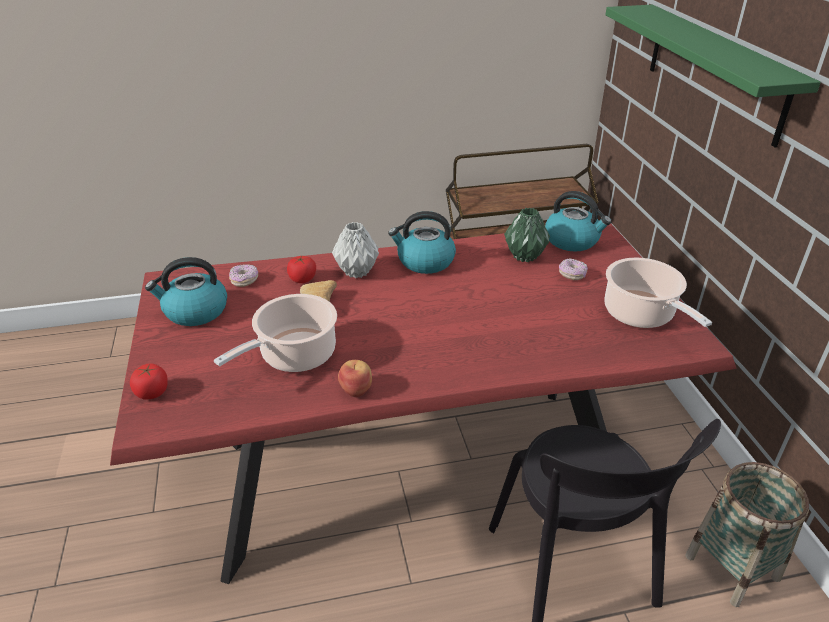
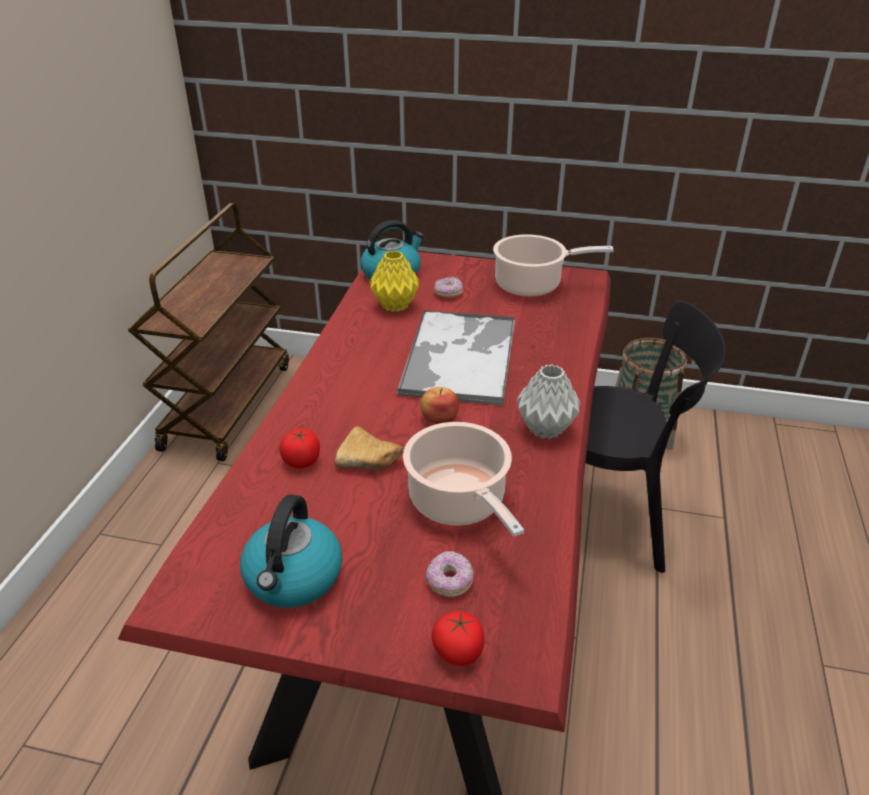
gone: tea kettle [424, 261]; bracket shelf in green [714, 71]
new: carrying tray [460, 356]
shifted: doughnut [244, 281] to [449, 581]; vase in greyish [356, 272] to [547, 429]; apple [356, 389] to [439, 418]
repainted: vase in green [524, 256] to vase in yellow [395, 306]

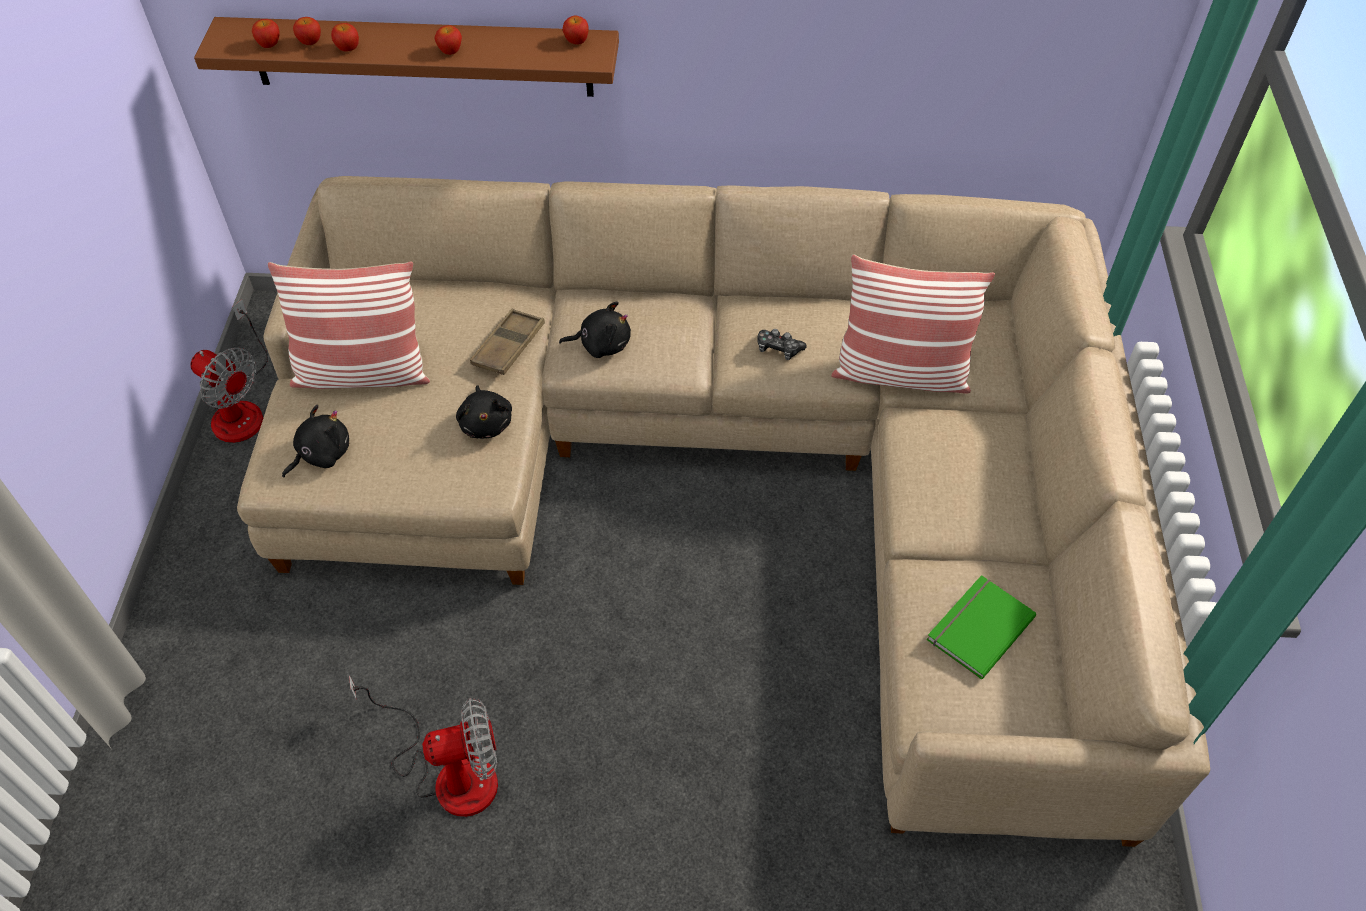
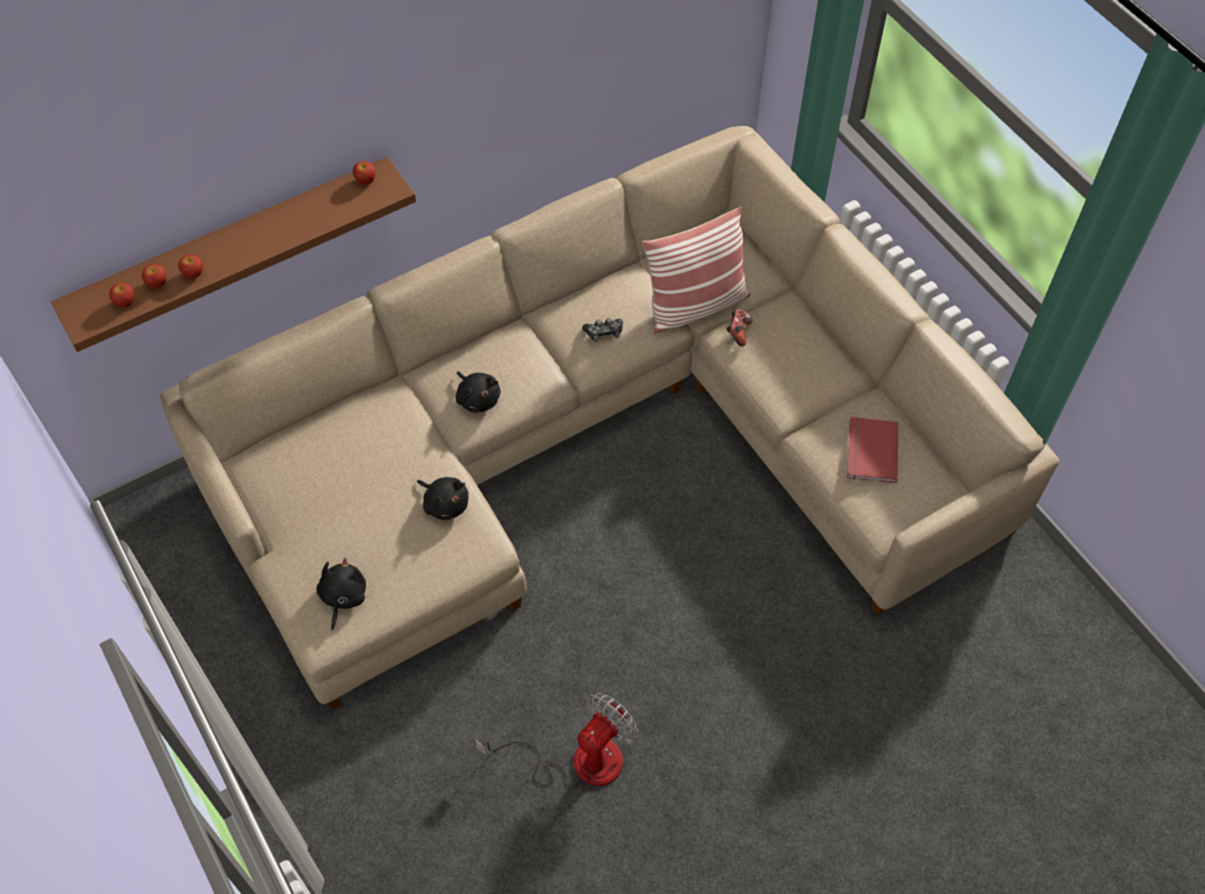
gone: cooling fan [241, 407]; pillow [362, 373]; apple [450, 51]; carrying tray in brown [508, 346]
new: game controller [738, 332]
repainted: volume in green [977, 627] to volume in red-coloured [869, 452]
rotated: plush toy in black-coloured [601, 344] = [477, 398] 90 degrees clockwise

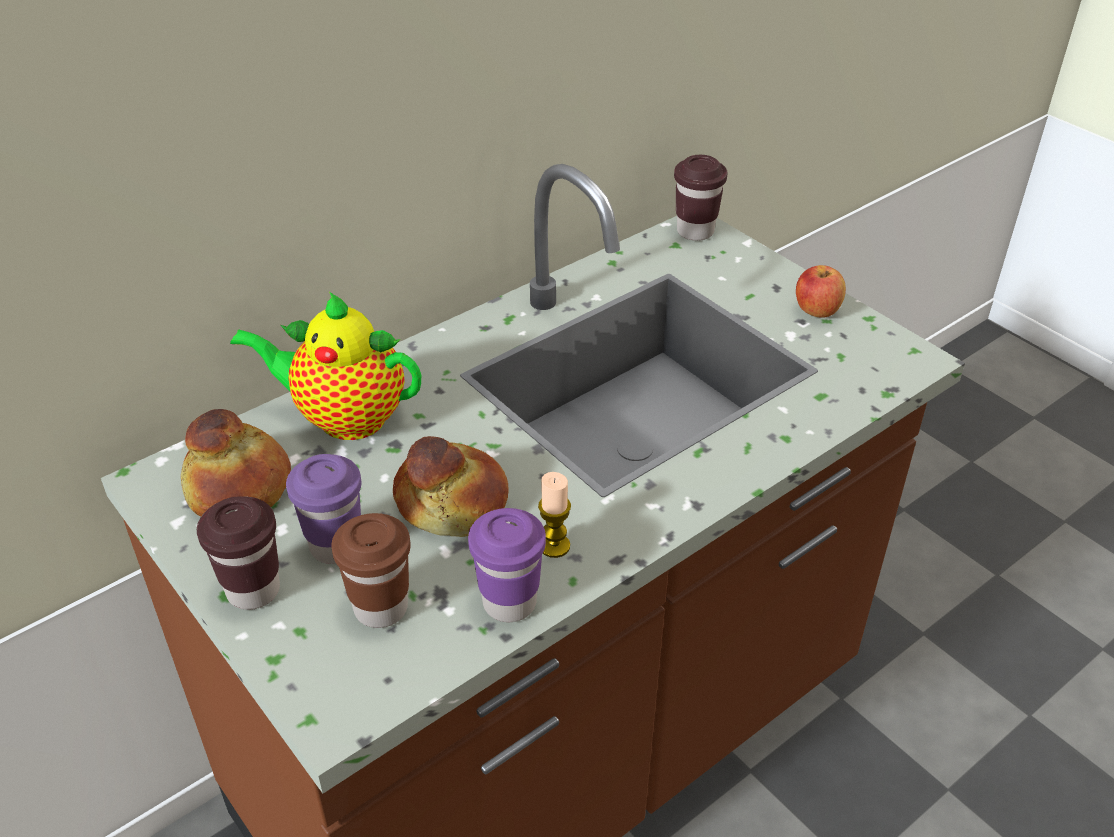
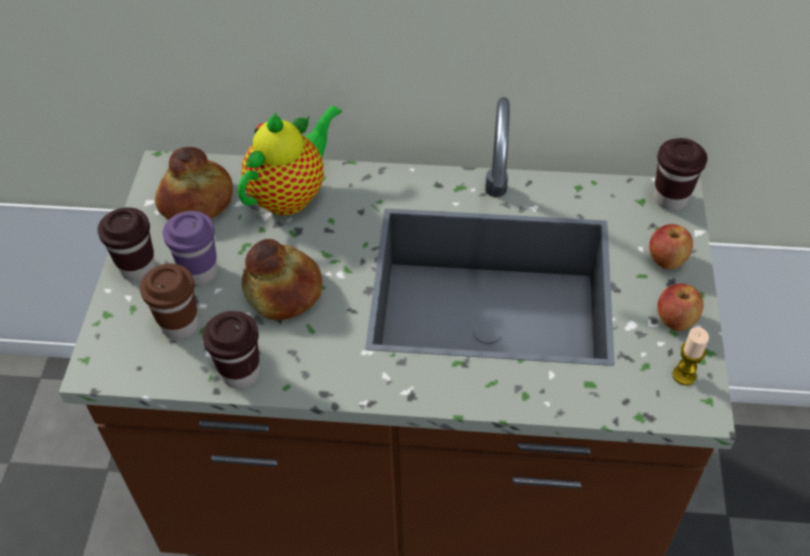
new: apple [666, 260]
shifted: wax light [554, 546] to [684, 375]
repainted: cup in purple-coloured [509, 602] to cup in brown [240, 373]
rotated: teapot [344, 417] = [291, 194] 75 degrees clockwise

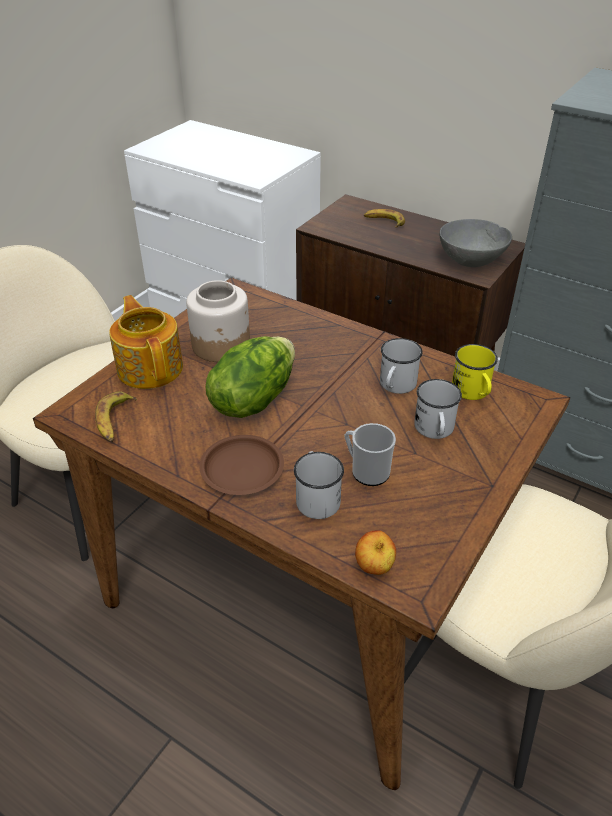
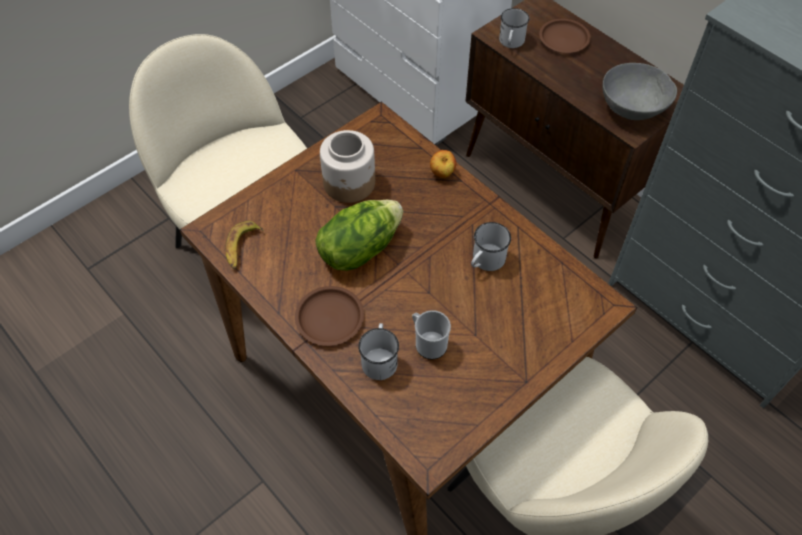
gone: teapot [150, 367]; coffee mug in yellow [473, 392]
shifted: apple [374, 567] to [442, 173]; coffee mug in white [434, 430] to [511, 43]
swapped: banana fruit [384, 222] to dinner plate in brown [564, 39]

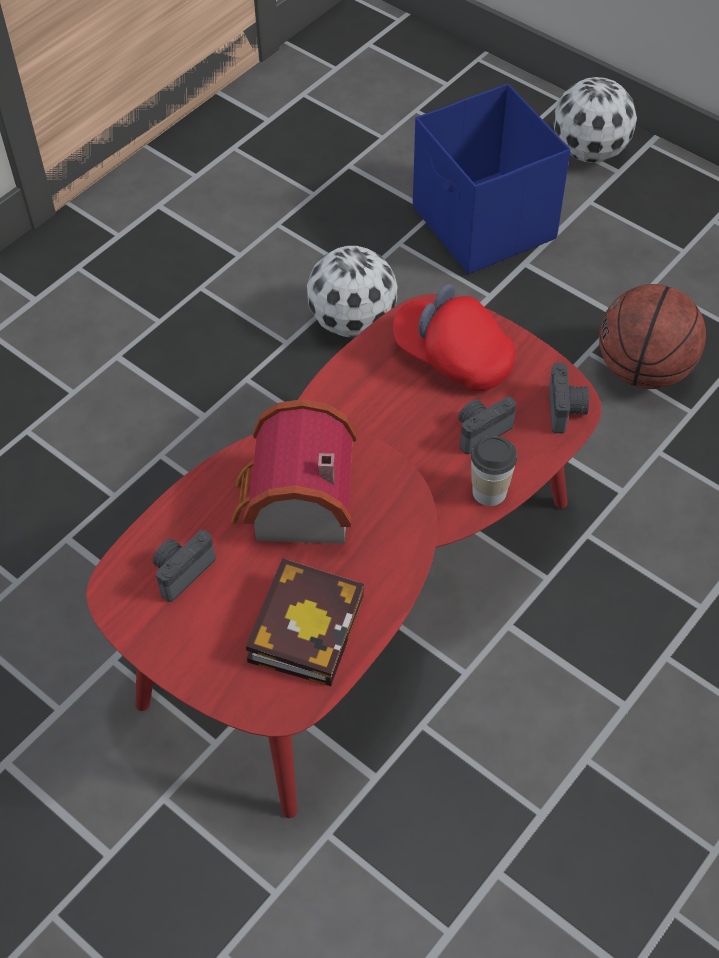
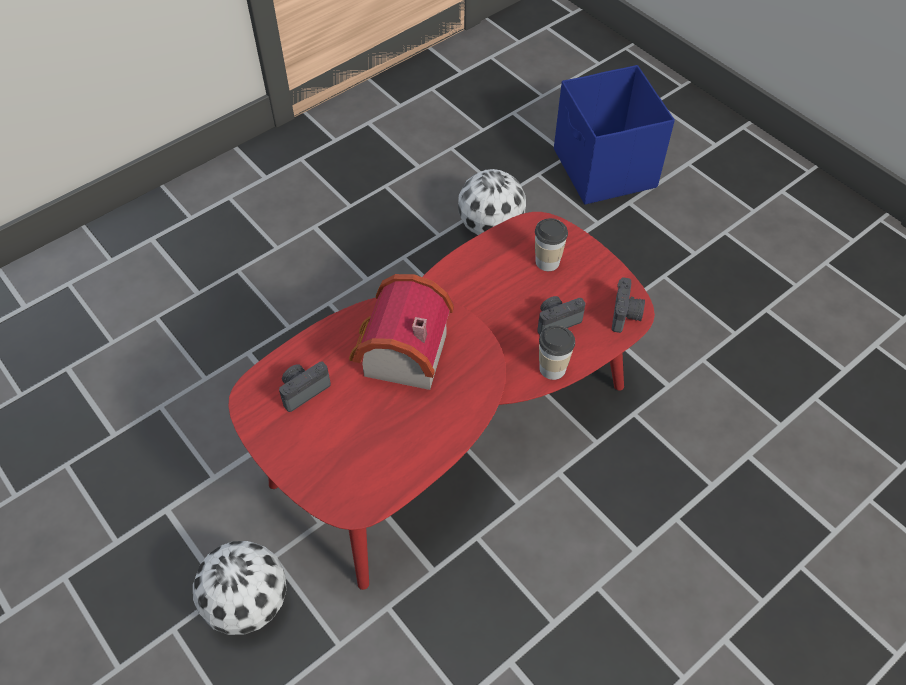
gone: volume [306, 623]; basketball [643, 370]
shifted: football [589, 153] to [247, 604]
swapped: peaked cap in red-coloured [452, 357] to cup [547, 262]

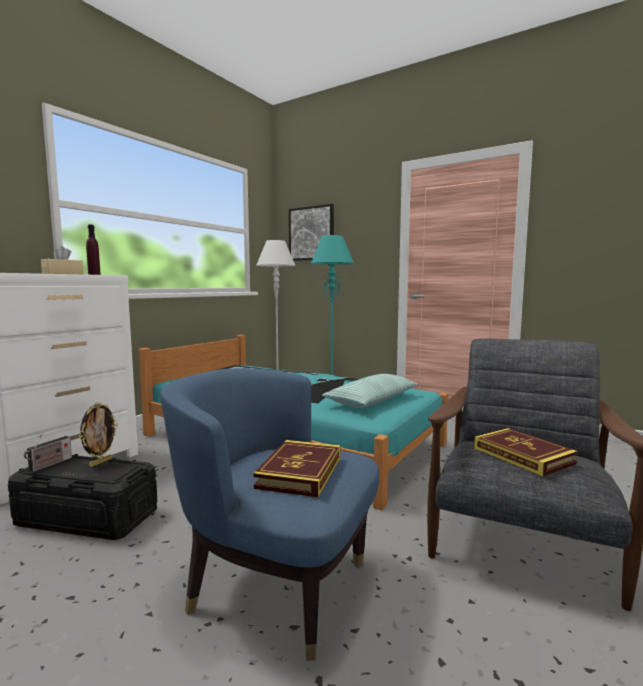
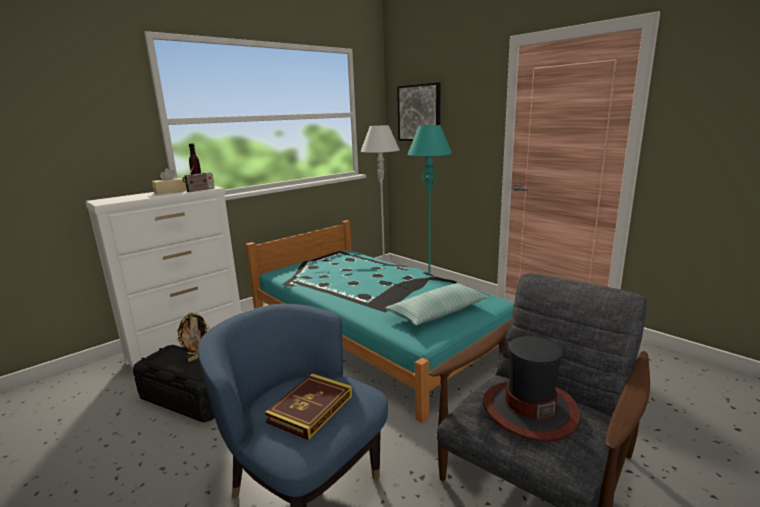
shifted: radio receiver [49, 465] to [199, 190]
swapped: volume [523, 456] to wearable hat [529, 409]

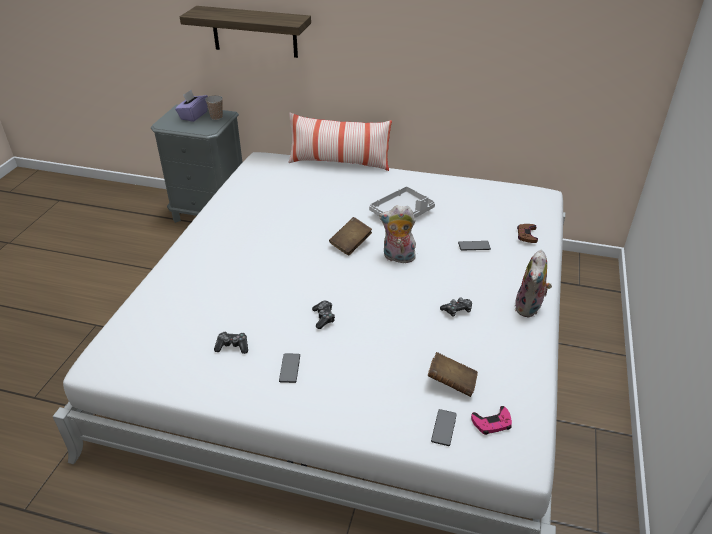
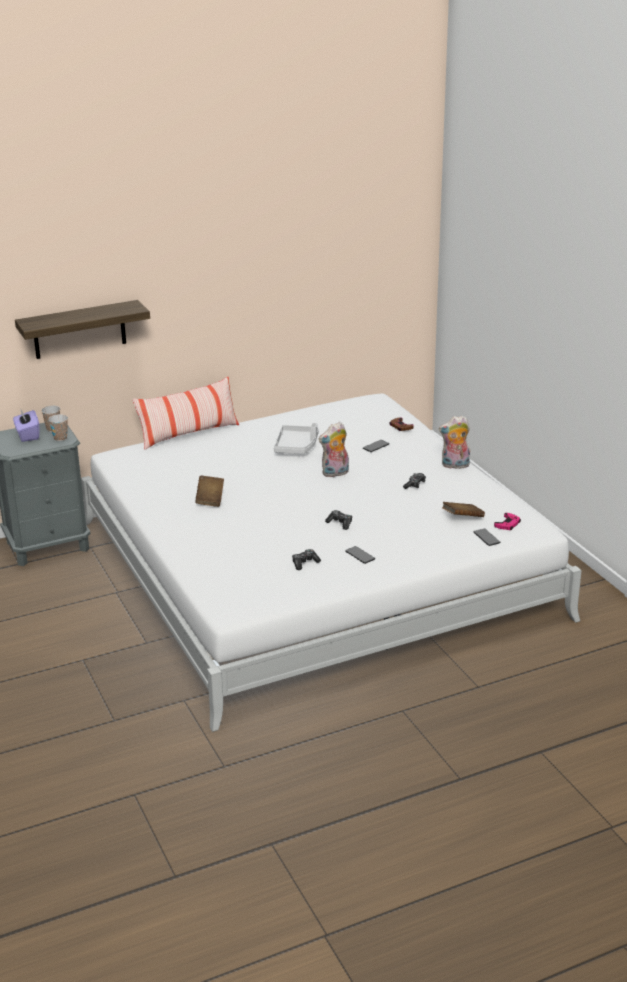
new: cup [60, 438]
shifted: volume in brown [351, 244] to [210, 499]
rotated: plush toy [529, 308] = [455, 466] 105 degrees clockwise

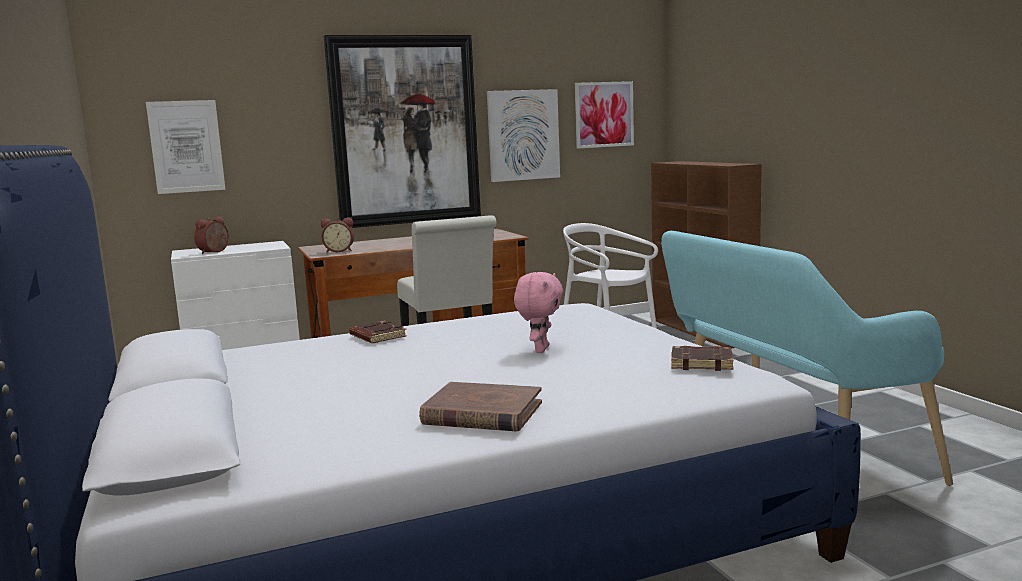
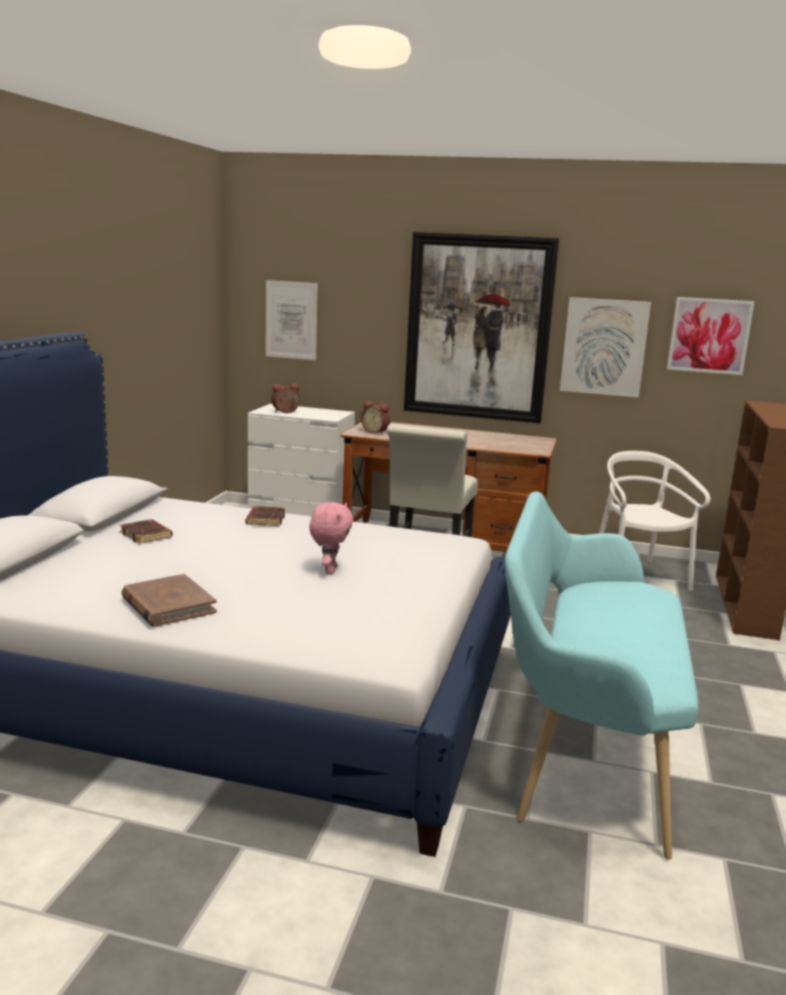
shifted: volume in brown [702, 363] to [147, 535]
rotated: plush toy in pink-coloured [540, 350] = [329, 570] 45 degrees counterclockwise

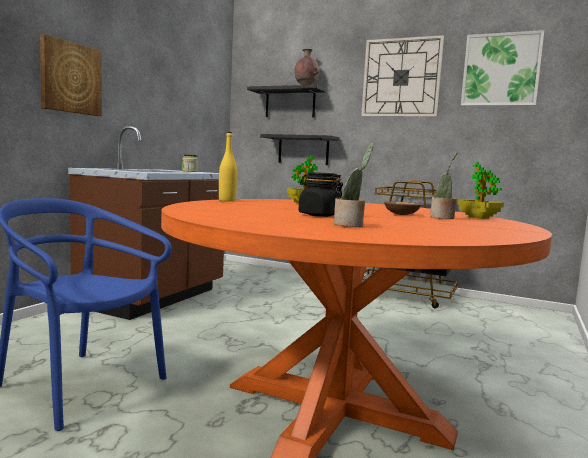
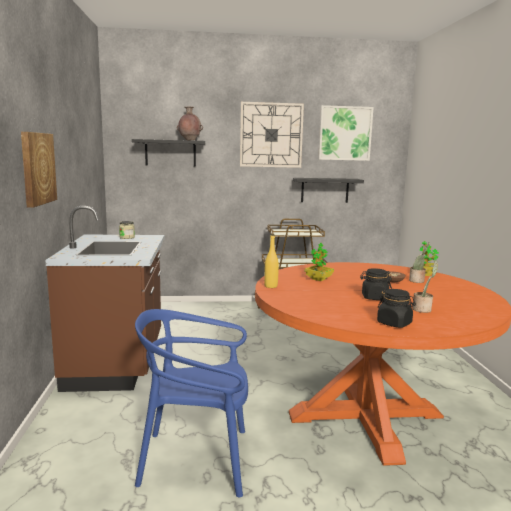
new: storage jar in black-coloured [394, 323]
shifted: bracket shelf in black-coloured [303, 150] to [324, 190]

